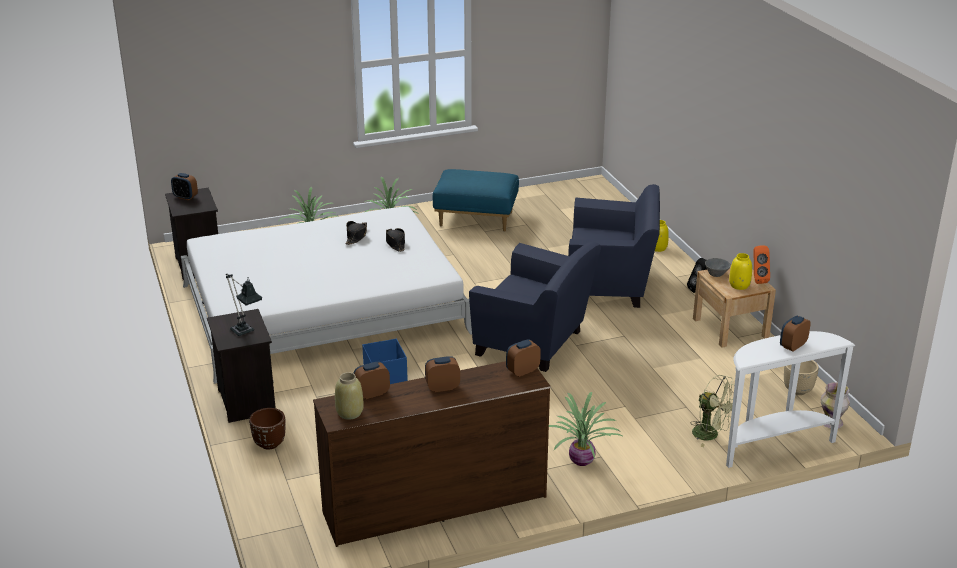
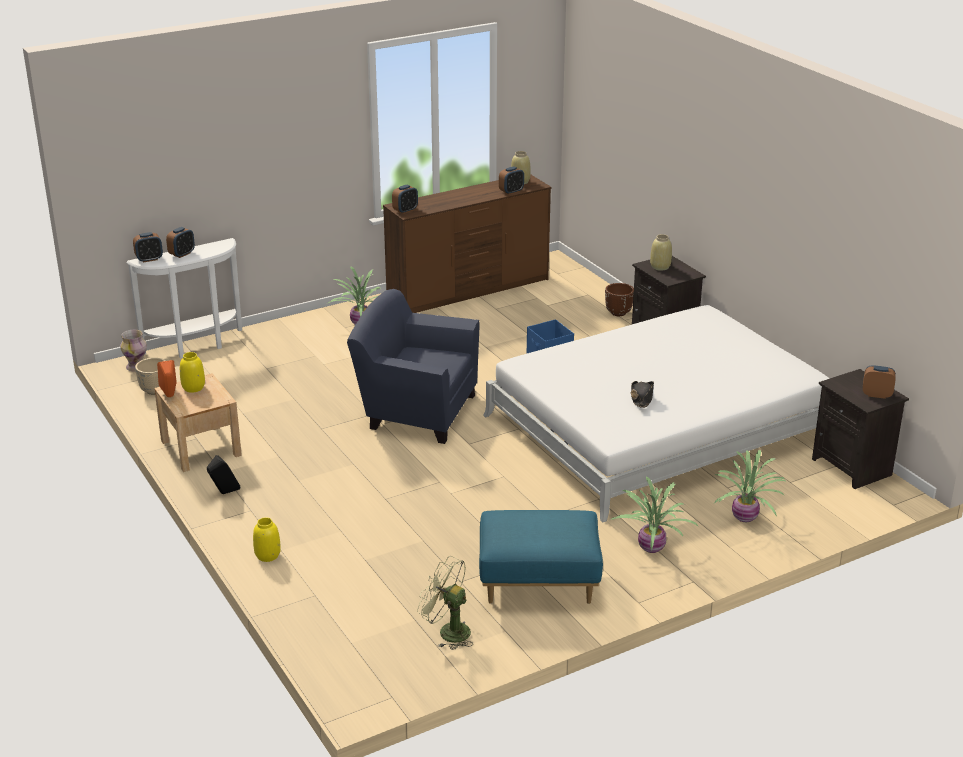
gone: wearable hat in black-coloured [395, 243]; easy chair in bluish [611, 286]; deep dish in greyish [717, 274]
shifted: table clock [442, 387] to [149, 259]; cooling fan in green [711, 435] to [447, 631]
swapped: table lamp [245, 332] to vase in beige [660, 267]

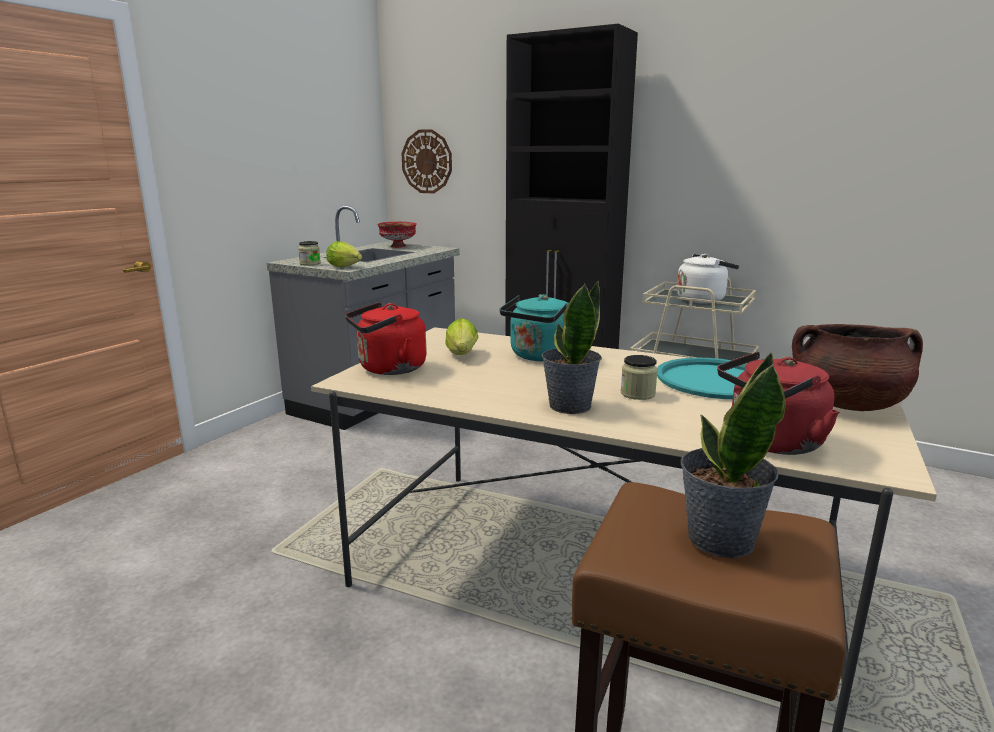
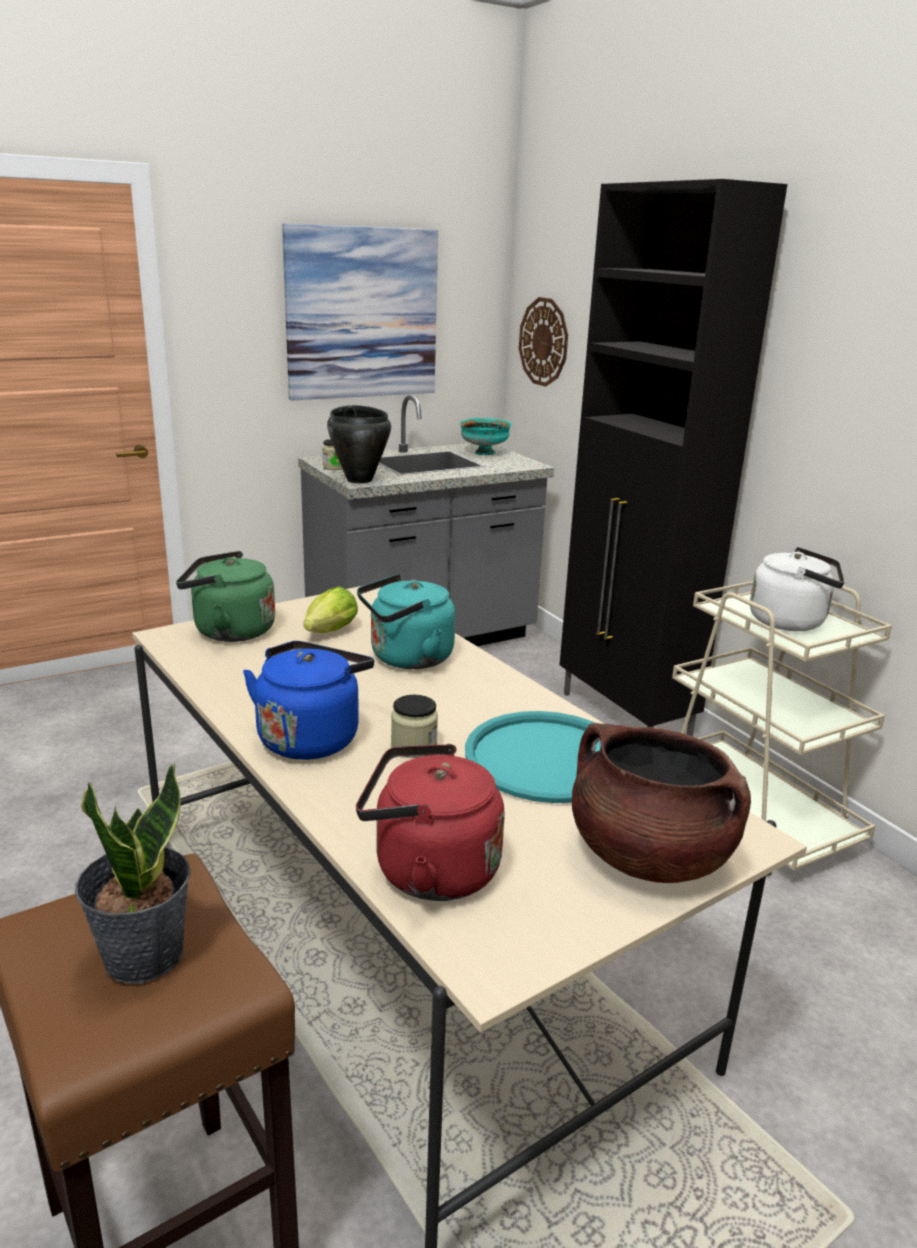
new: wall art [362, 313]
swapped: lettuce [346, 267] to cooking pot in black-coloured [360, 480]; plant in a pot [569, 406] to tea kettle in bluish [311, 737]
repainted: tea kettle in red-coloured [388, 369] to tea kettle in green [229, 631]; deep dish in red-coloured [398, 246] to deep dish in blue-green [484, 453]

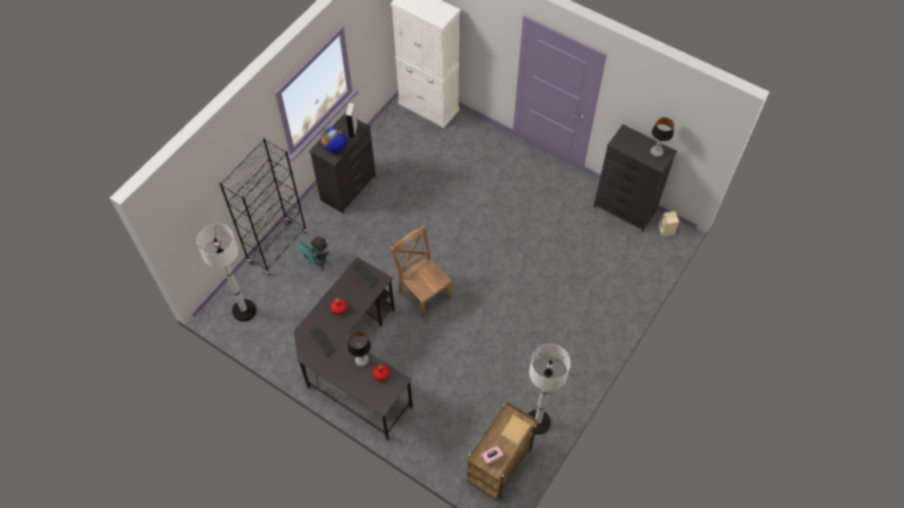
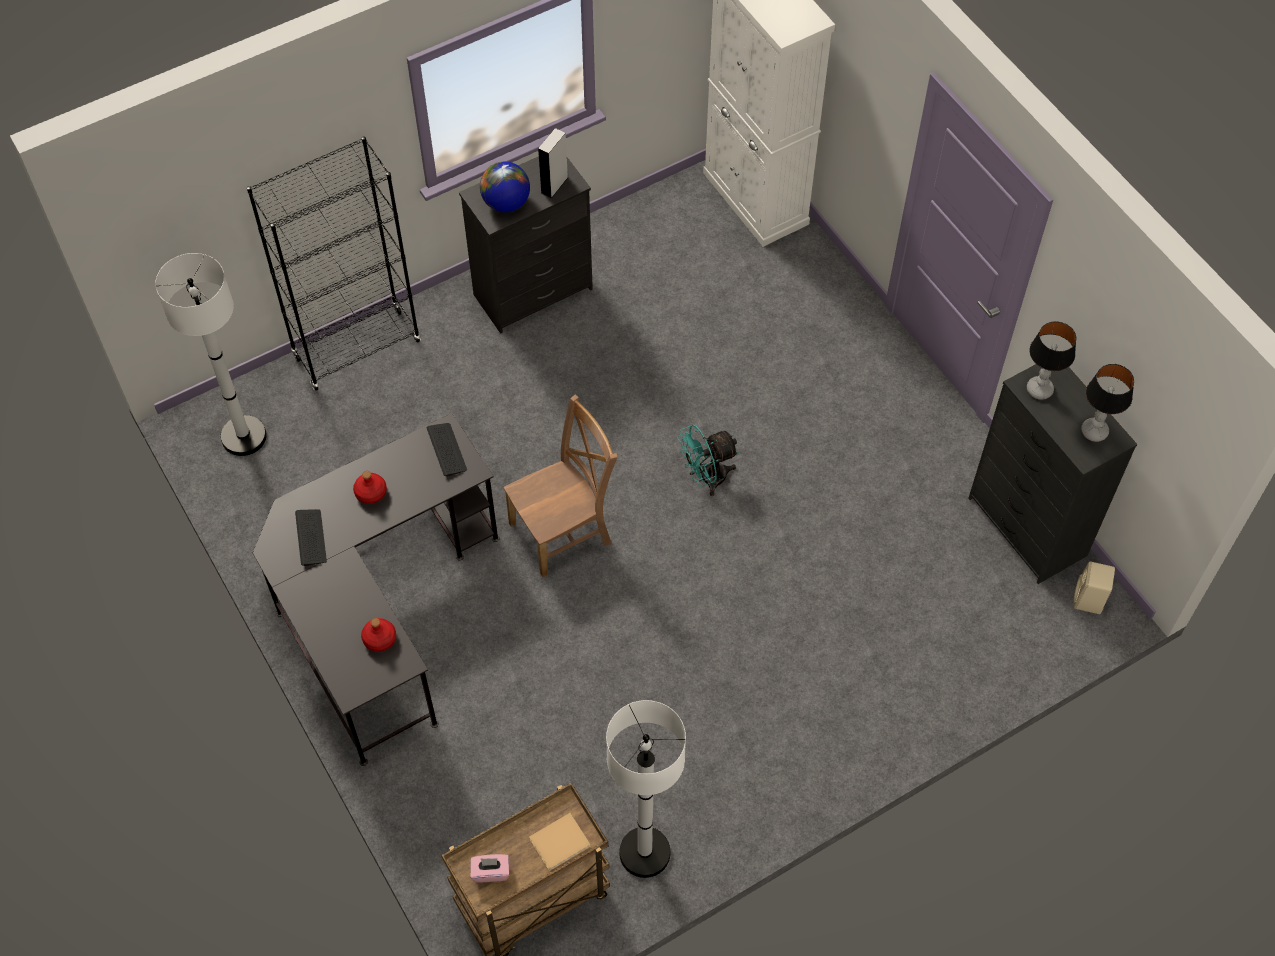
shifted: cooling fan in blue-green [317, 262] to [706, 478]; table lamp [361, 360] to [1039, 389]
rotated: plain chair in brown [423, 293] = [564, 531] 75 degrees clockwise

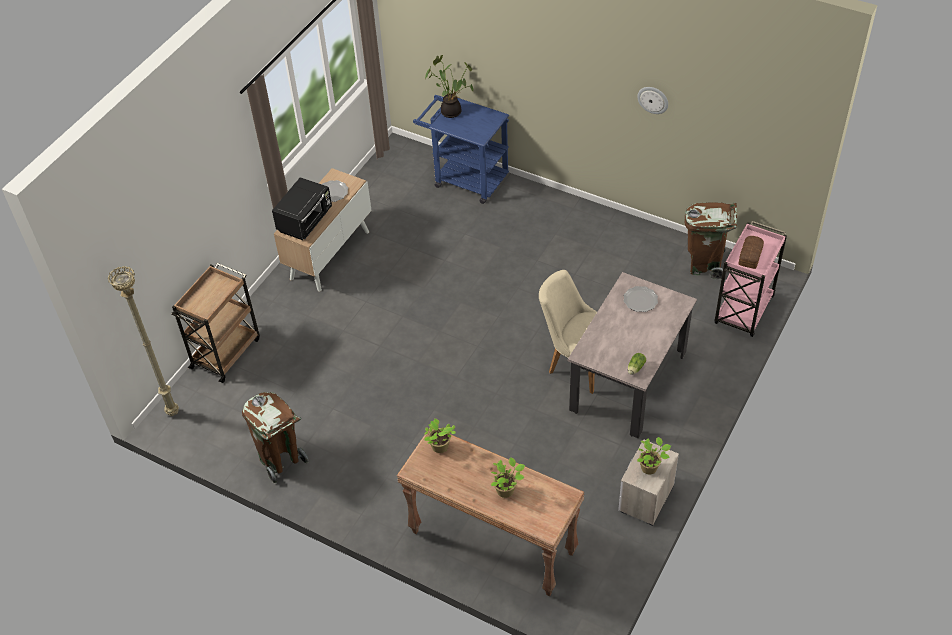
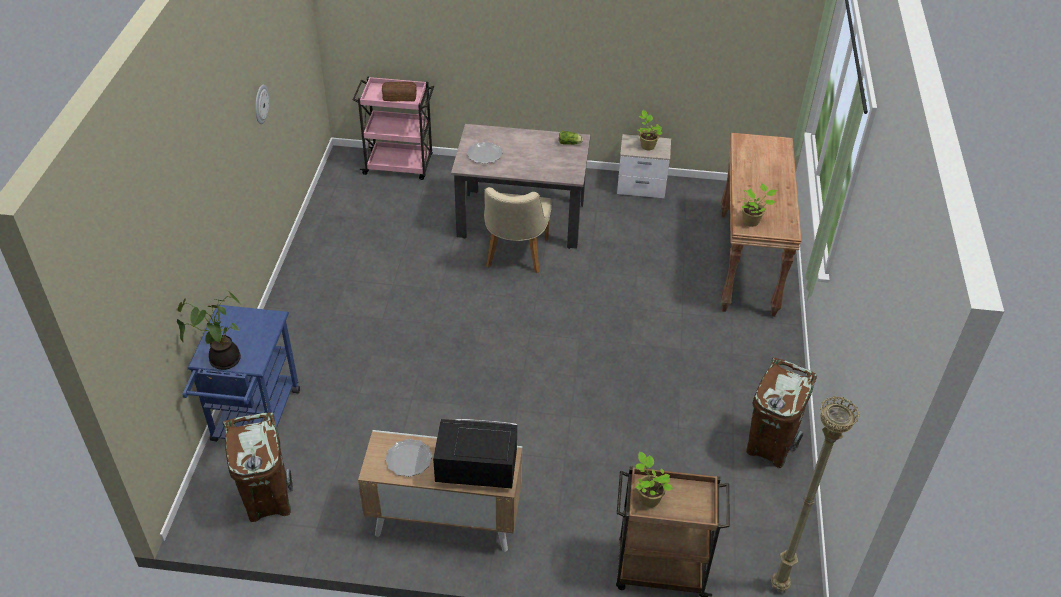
shifted: plant in a pot [506, 490] to [648, 497]; rubbish bin in brown [704, 264] to [268, 502]

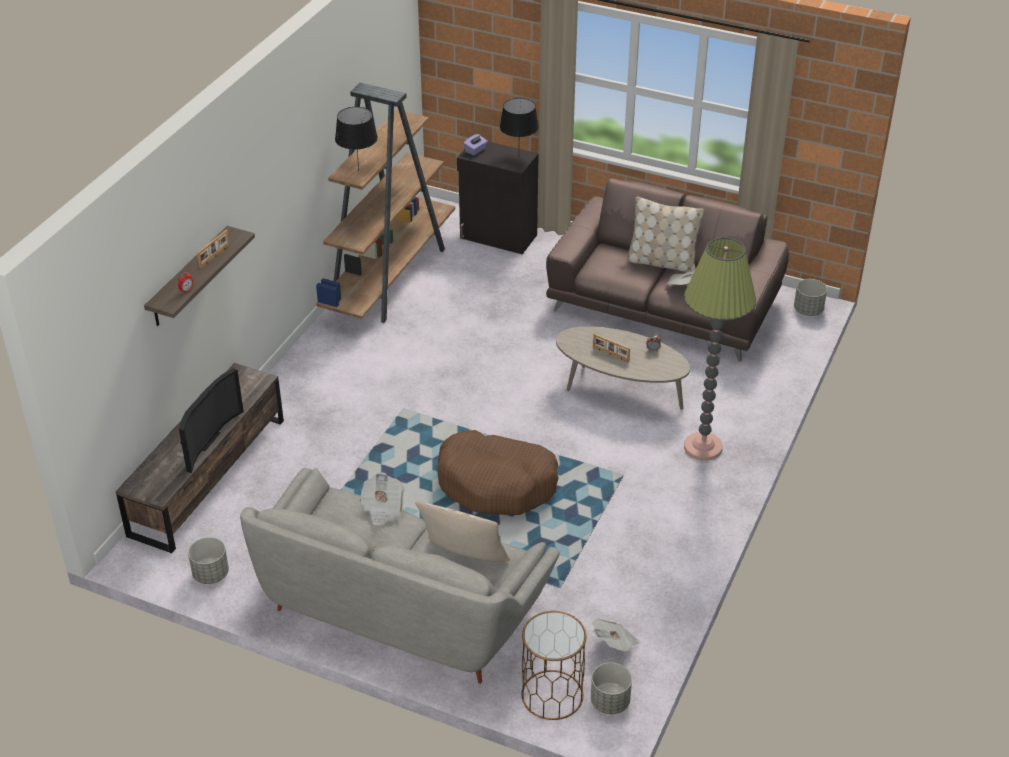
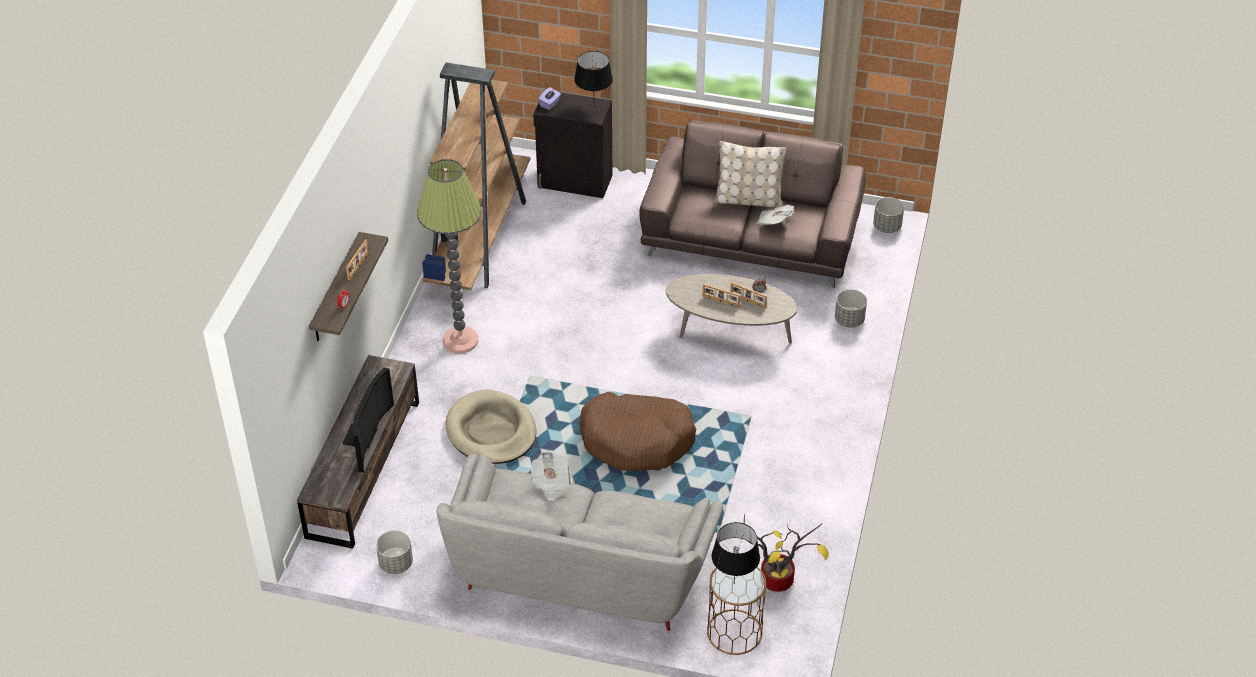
gone: pillow in beige [464, 557]
new: dog cushion in beige [491, 431]; picture frame [747, 301]
shifted: table lamp in black-coloured [358, 171] to [733, 583]; plant pot in greyish [610, 702] to [849, 320]; floor lamp [702, 447] to [460, 340]
swapped: printed paper [615, 644] to plant in a pot [779, 577]

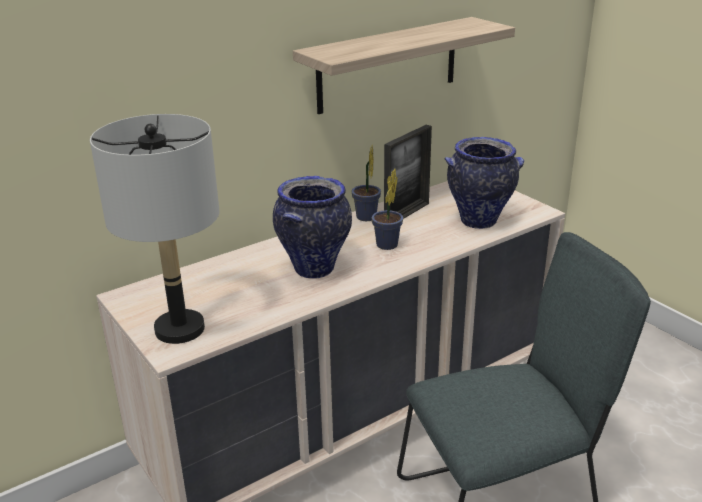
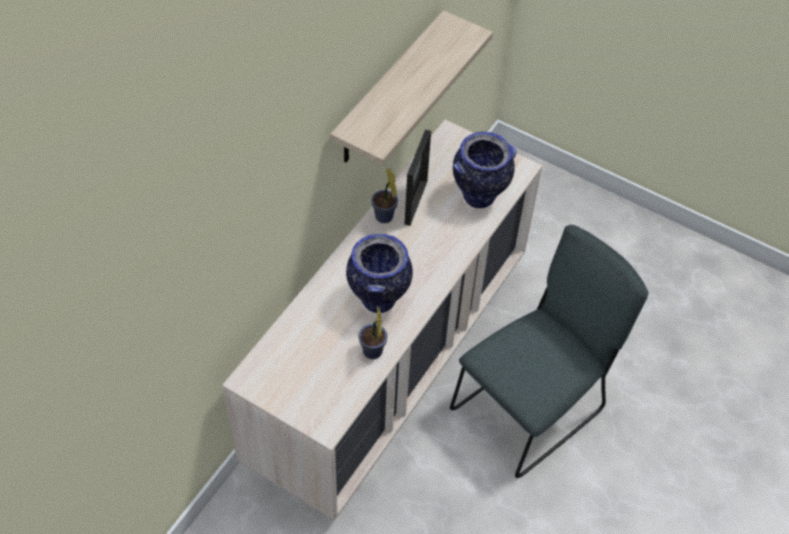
gone: table lamp in greyish [179, 330]
shifted: plant in a pot [386, 246] to [372, 353]

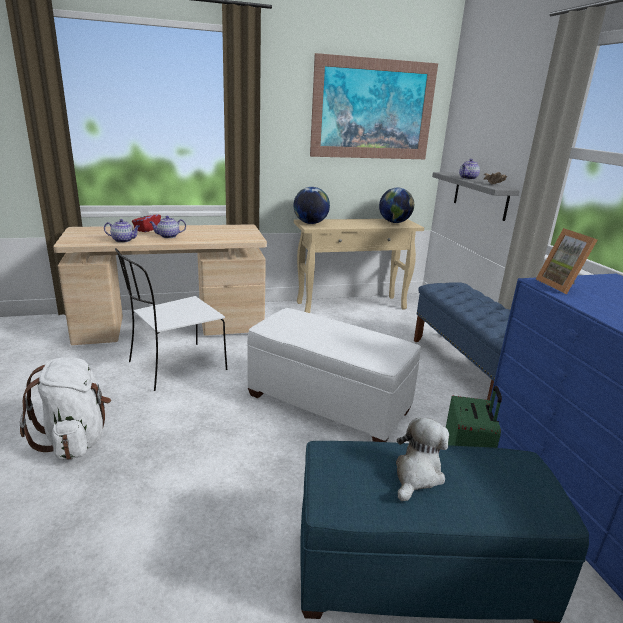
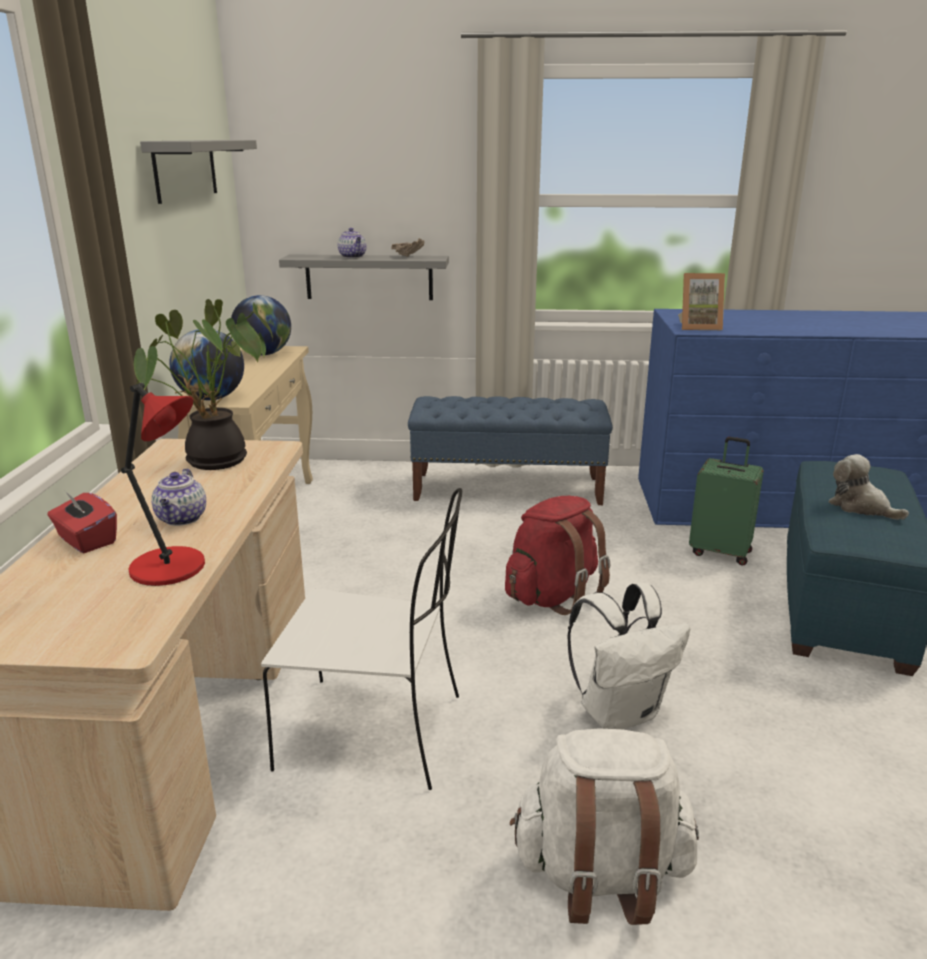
new: plant in a pot [215, 463]; knapsack in white [620, 712]
swapped: teapot [124, 240] to table lamp in red-coloured [171, 568]; pouffe in white [327, 403] to knapsack in red-coloured [553, 596]; wall art [373, 110] to bracket shelf in greyish [185, 169]
rotated: plain chair in white [175, 367] = [376, 732] 60 degrees counterclockwise

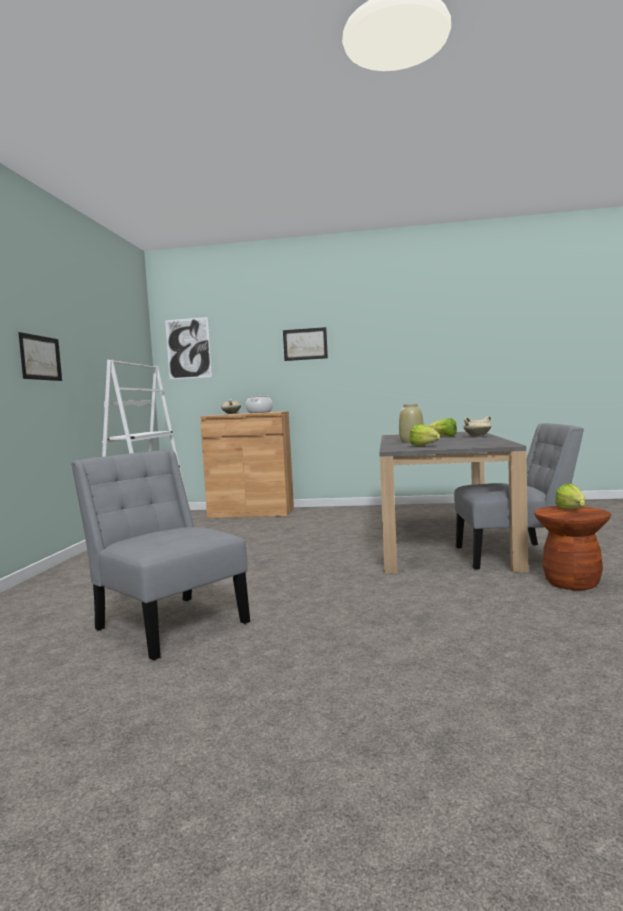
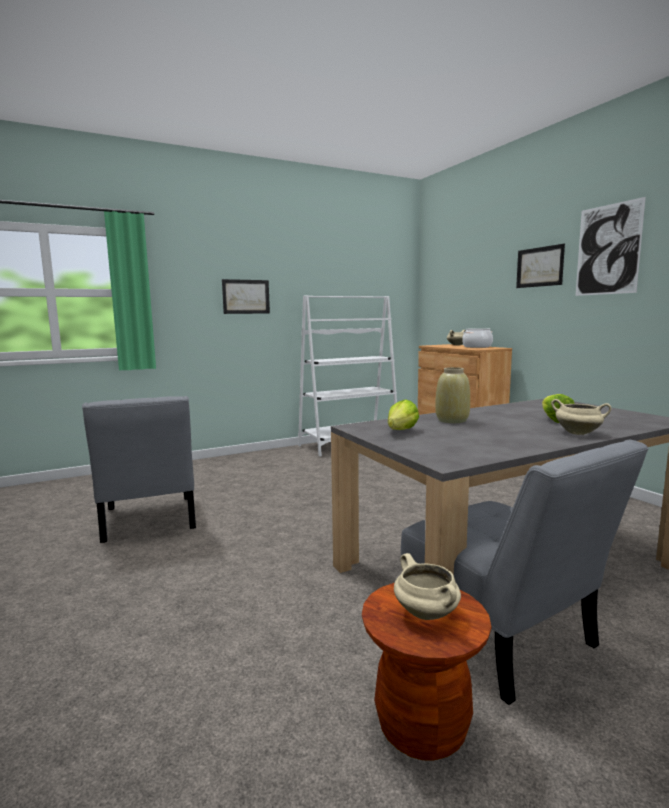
shifted: wall art [188, 348] to [608, 249]
swapped: lettuce [572, 511] to cooking pot in beige [427, 613]
rotated: plain chair in greyish [168, 623] = [149, 521] 150 degrees clockwise

